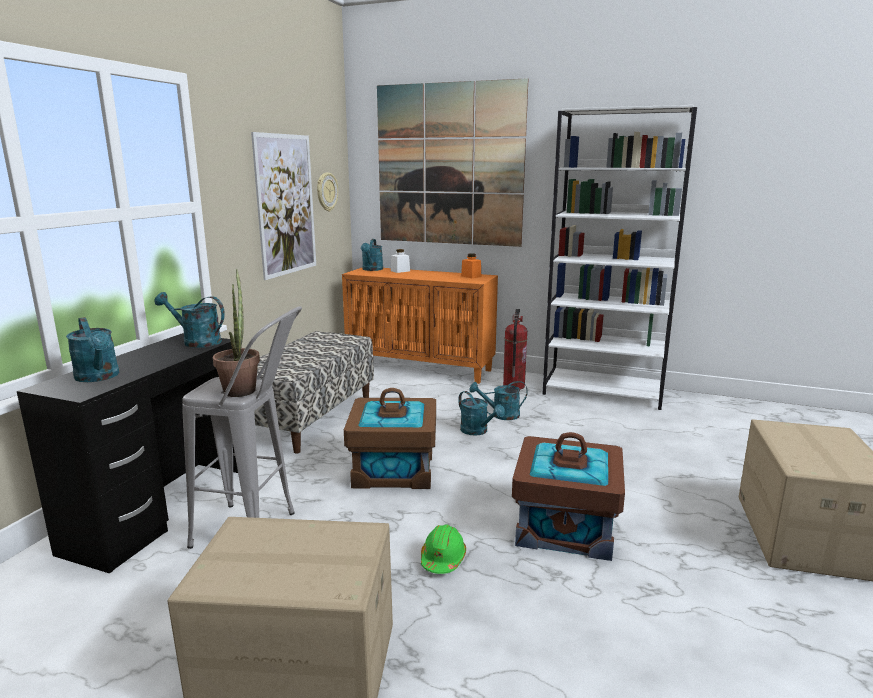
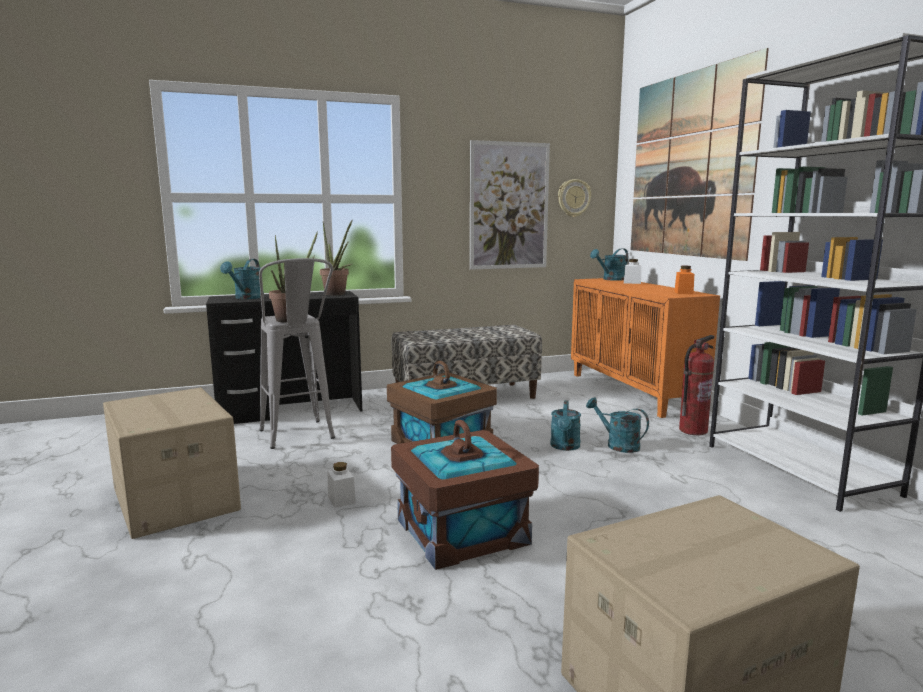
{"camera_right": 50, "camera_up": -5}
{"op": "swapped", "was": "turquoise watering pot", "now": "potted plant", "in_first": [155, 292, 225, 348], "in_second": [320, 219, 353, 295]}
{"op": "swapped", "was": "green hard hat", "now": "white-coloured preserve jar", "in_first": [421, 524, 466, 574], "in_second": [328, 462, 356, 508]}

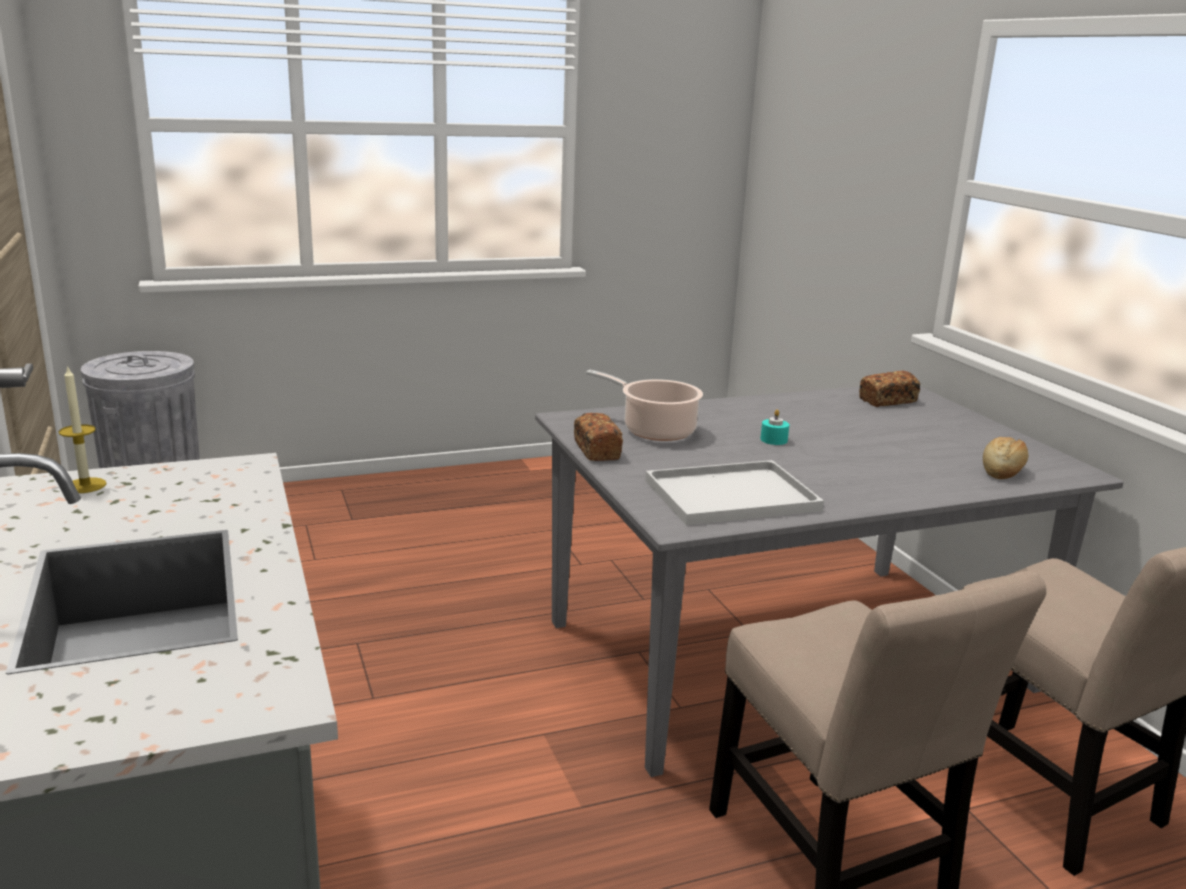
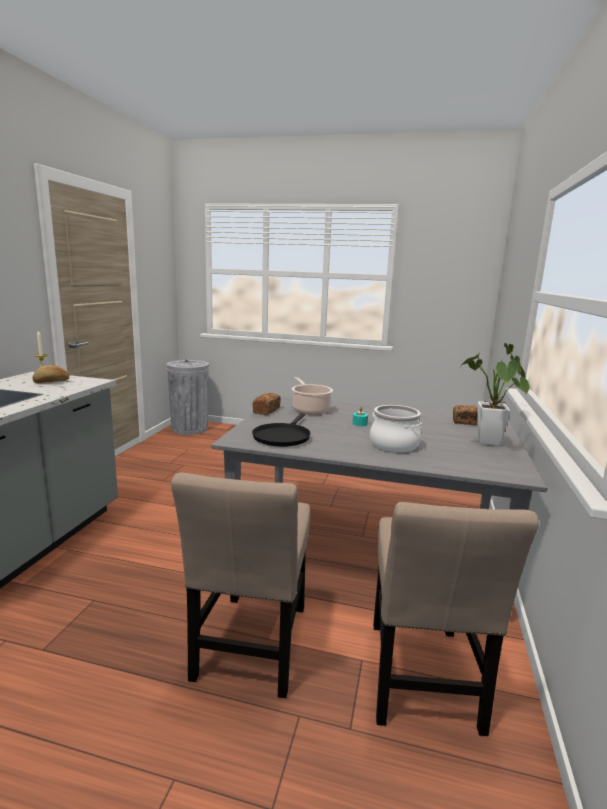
{"camera_right": 35, "camera_up": -5}
{"op": "shifted", "was": "bread", "in_first": [983, 437, 1028, 479], "in_second": [32, 365, 69, 383]}
{"op": "swapped", "was": "white-coloured carrying tray", "now": "blackish pan", "in_first": [645, 460, 824, 525], "in_second": [252, 413, 311, 447]}
{"op": "new", "now": "potted plant", "in_second": [460, 343, 530, 446]}
{"op": "new", "now": "saucepot", "in_second": [370, 405, 422, 452]}

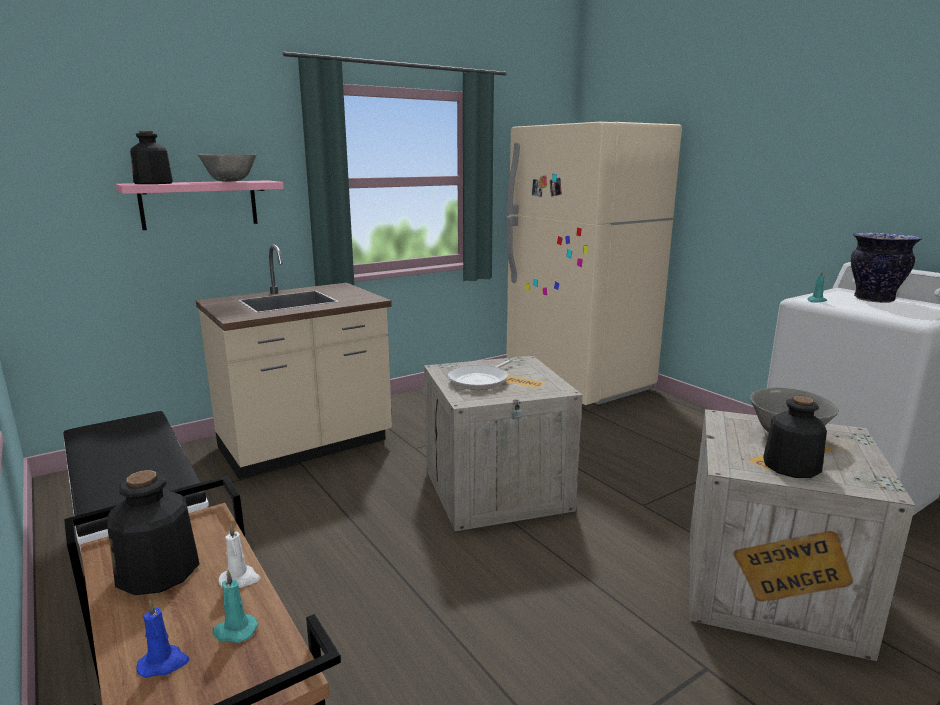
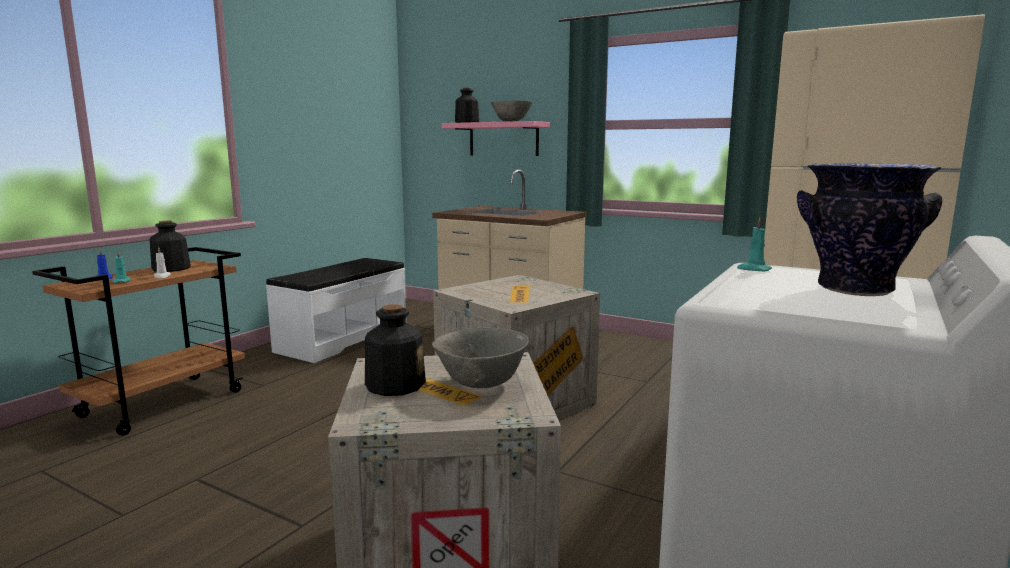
{"camera_right": 65, "camera_up": -5}
{"op": "gone", "was": "pan", "in_first": [448, 359, 512, 390]}

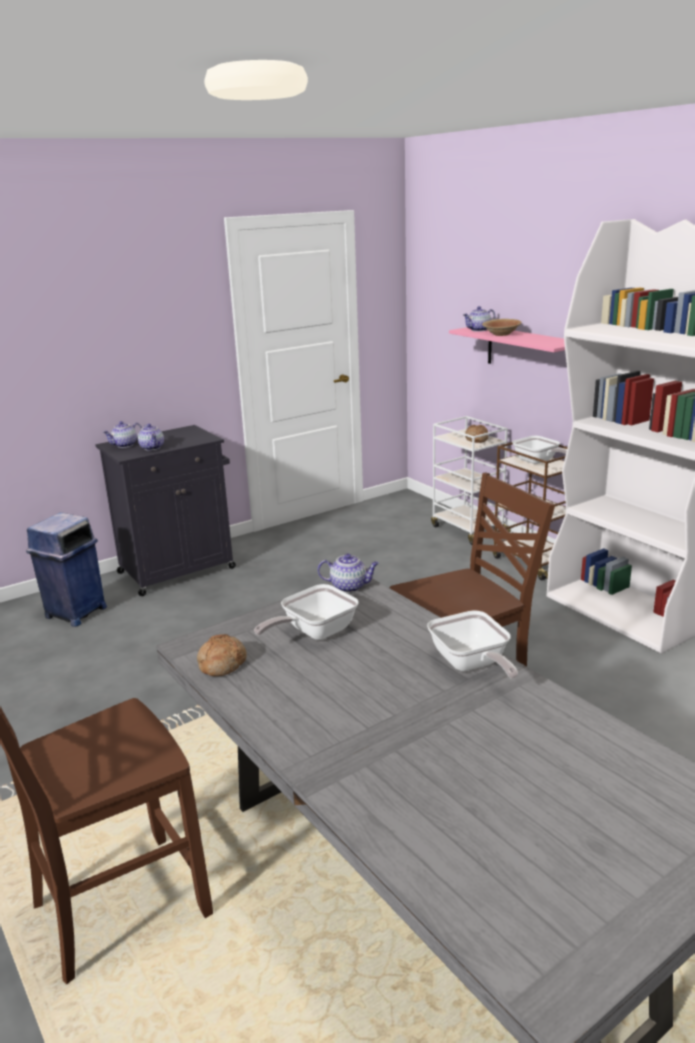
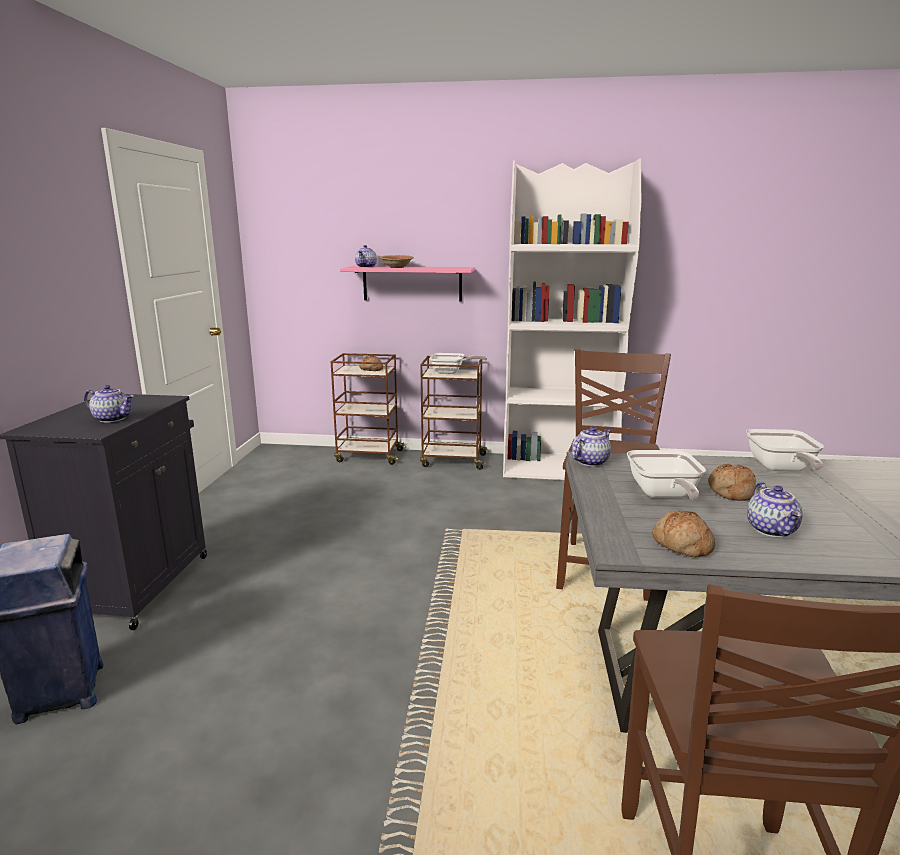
{"camera_right": -50, "camera_up": -5}
{"op": "repainted", "was": "white-coloured trolley", "now": "brownish trolley", "in_first": [431, 416, 511, 545], "in_second": [331, 353, 406, 465]}
{"op": "shifted", "was": "teapot", "in_first": [103, 421, 142, 448], "in_second": [747, 482, 803, 537]}
{"op": "rotated", "was": "pan", "in_first": [427, 610, 518, 679], "in_second": [746, 429, 824, 472], "clockwise": 75}
{"op": "new", "now": "bread", "in_second": [708, 464, 756, 501]}

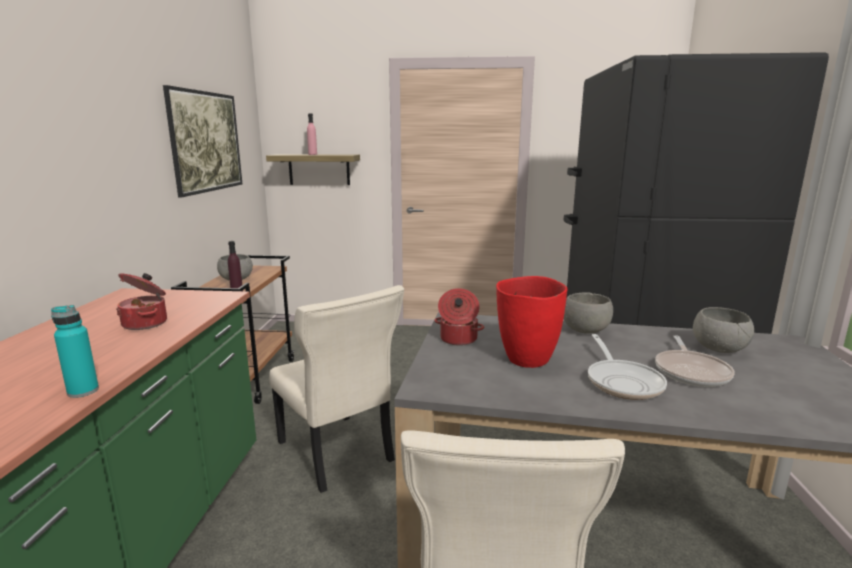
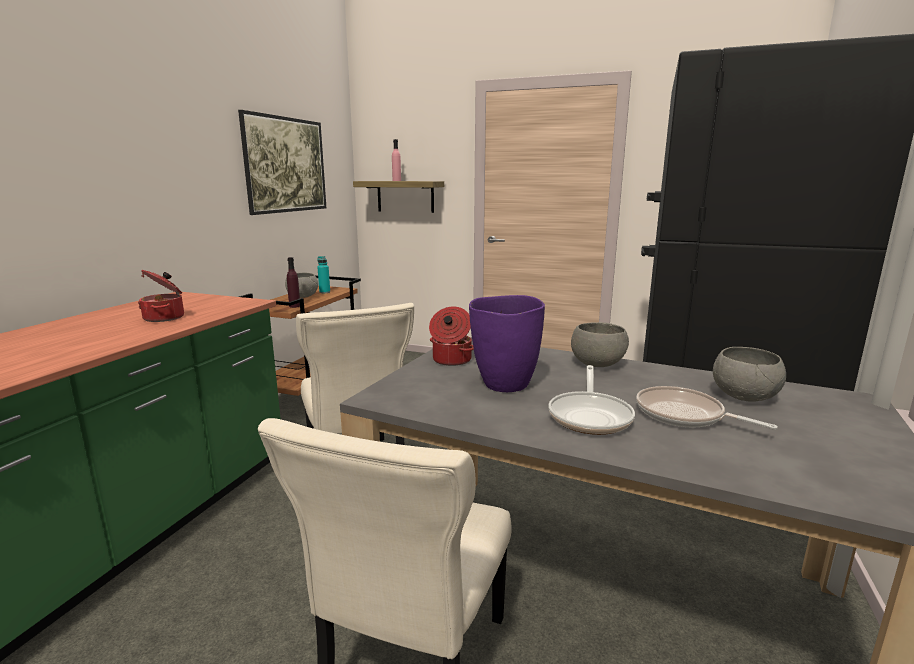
{"camera_right": 15, "camera_up": 0}
{"op": "repainted", "was": "red flower vase", "now": "purple flower vase", "in_first": [496, 276, 567, 368], "in_second": [469, 295, 545, 392]}
{"op": "shifted", "was": "turquoise drink bottle", "in_first": [51, 305, 99, 398], "in_second": [317, 256, 330, 293]}
{"op": "rotated", "was": "pan", "in_first": [655, 335, 734, 387], "in_second": [636, 386, 778, 430], "clockwise": 105}

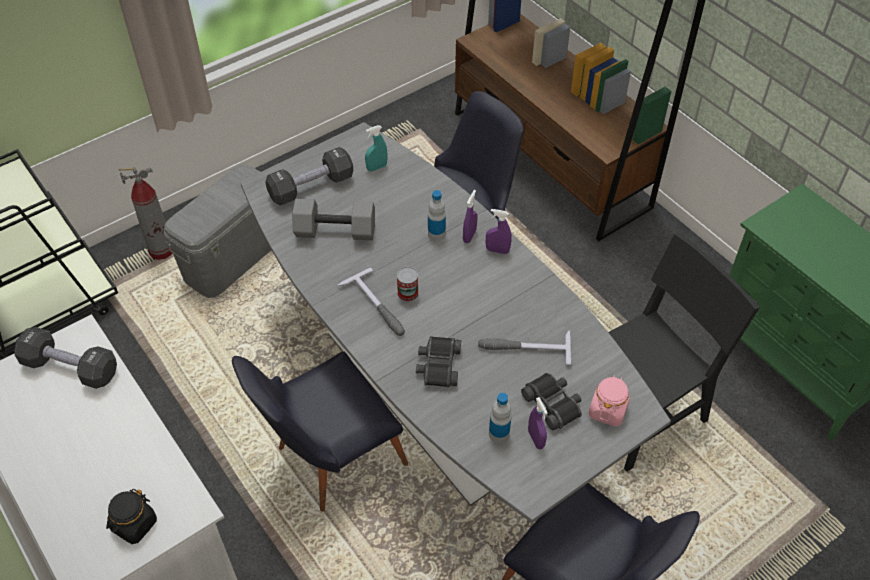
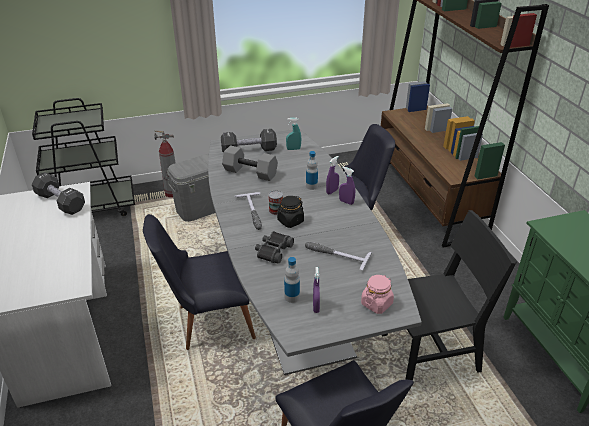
{"camera_right": 20, "camera_up": -15}
{"op": "gone", "was": "blackish binoculars", "in_first": [521, 373, 582, 431]}
{"op": "shifted", "was": "blackish preserve jar", "in_first": [106, 489, 157, 544], "in_second": [277, 196, 304, 228]}

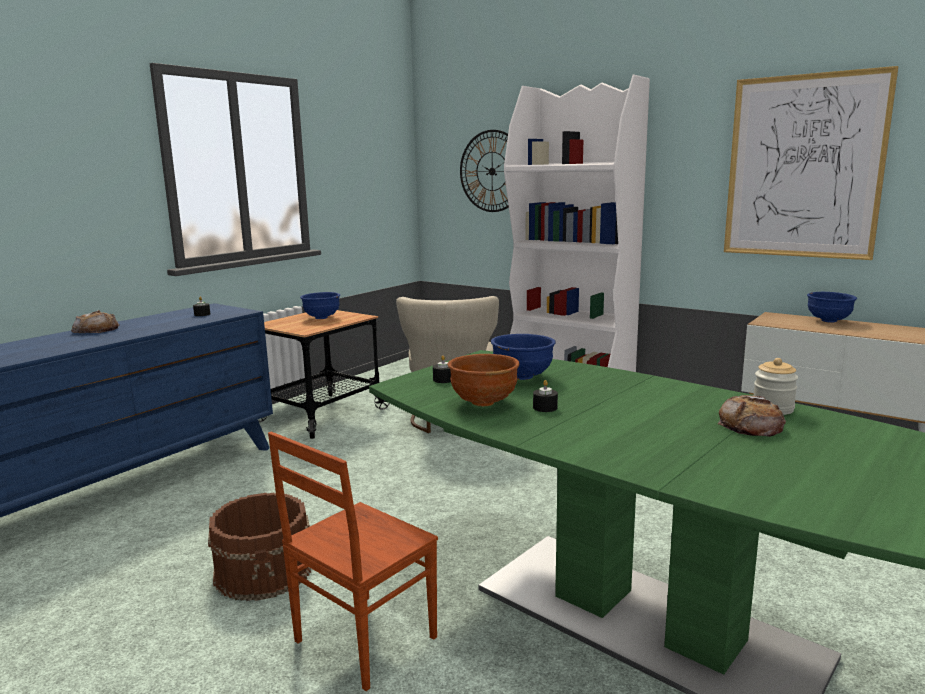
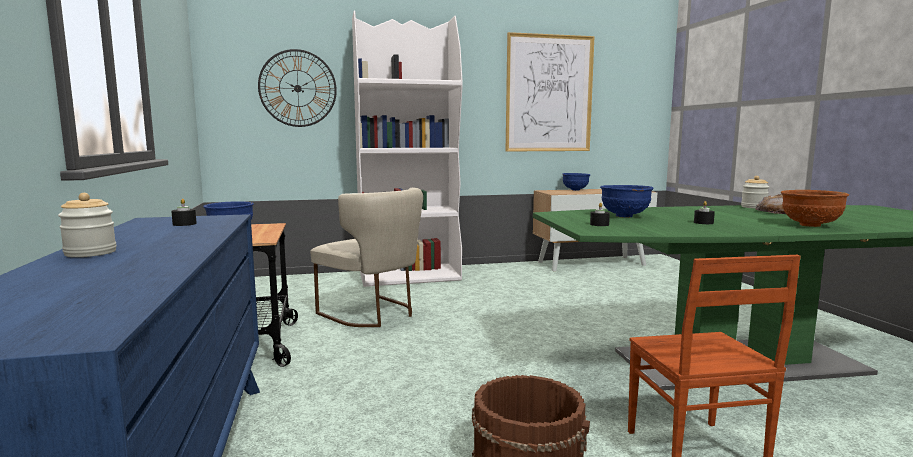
{"camera_right": -50, "camera_up": -5}
{"op": "swapped", "was": "bread", "now": "preserve jar", "in_first": [71, 310, 120, 333], "in_second": [58, 193, 117, 257]}
{"op": "shifted", "was": "brownish deep dish", "in_first": [447, 354, 519, 407], "in_second": [781, 190, 849, 227]}

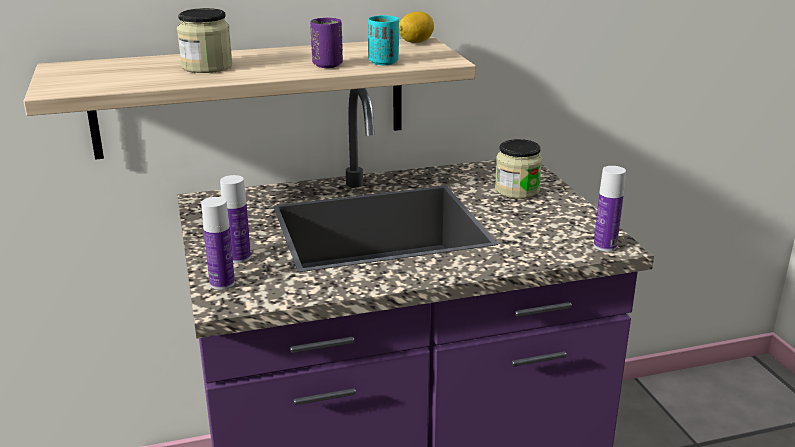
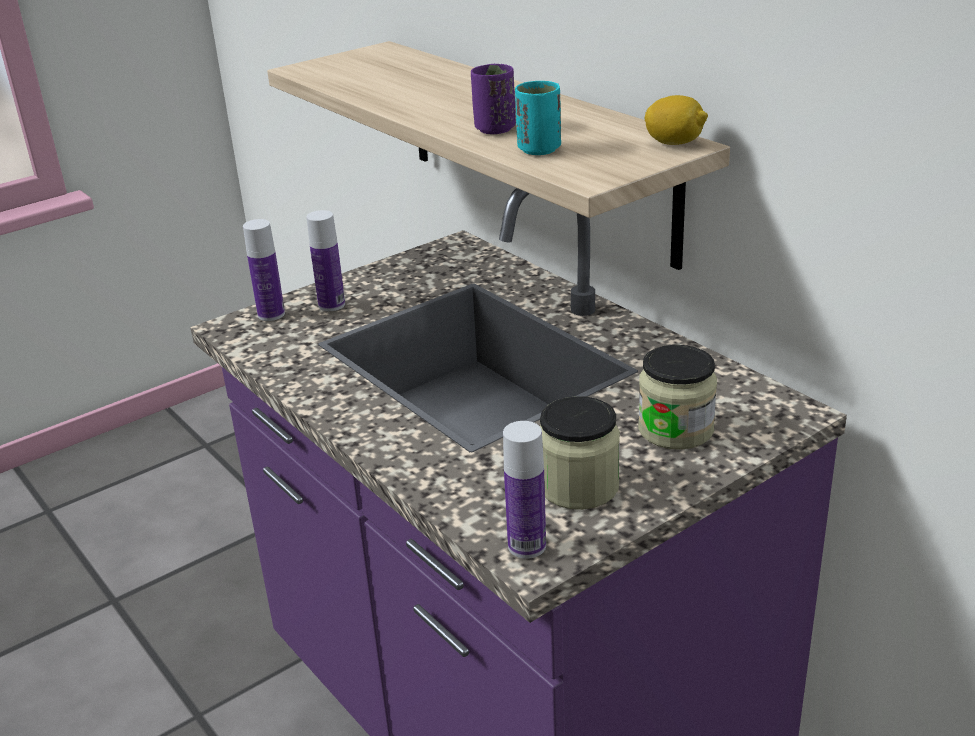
{"camera_right": 70, "camera_up": 5}
{"op": "shifted", "was": "preserve jar", "in_first": [177, 8, 233, 73], "in_second": [540, 396, 620, 510]}

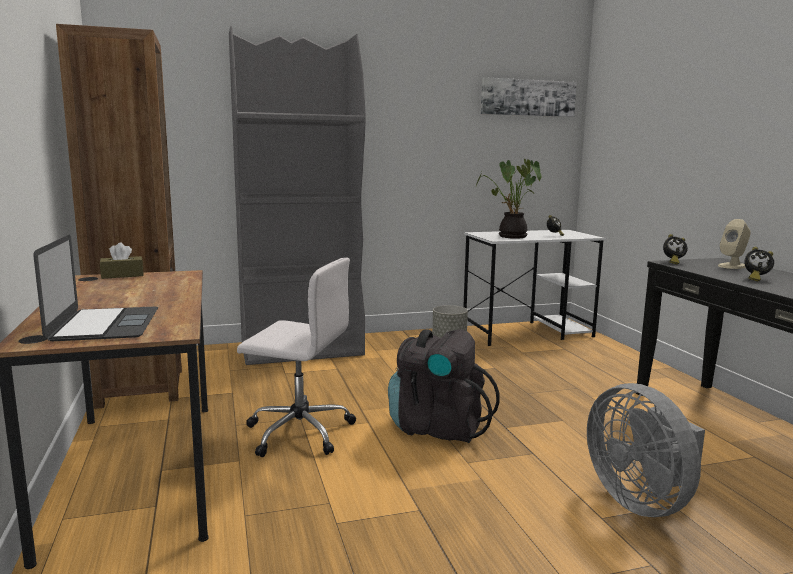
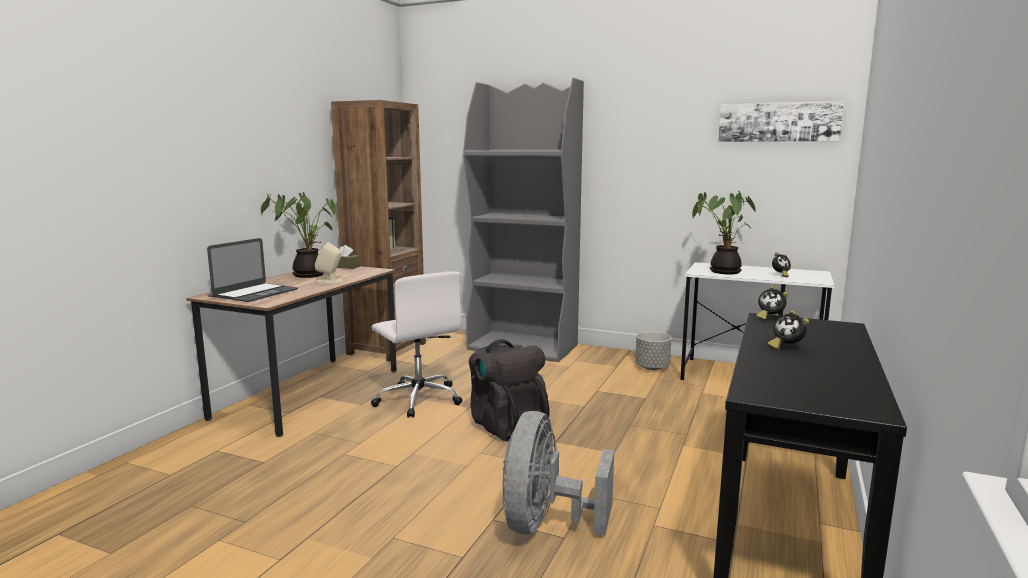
{"camera_right": 40, "camera_up": 0}
{"op": "shifted", "was": "beige speaker", "in_first": [718, 219, 751, 269], "in_second": [315, 242, 343, 283]}
{"op": "new", "now": "potted plant", "in_second": [261, 192, 336, 278]}

